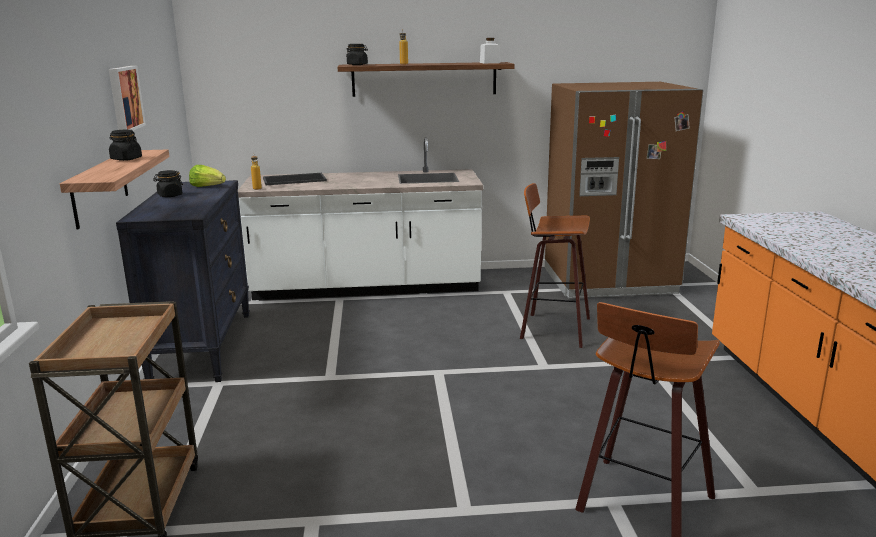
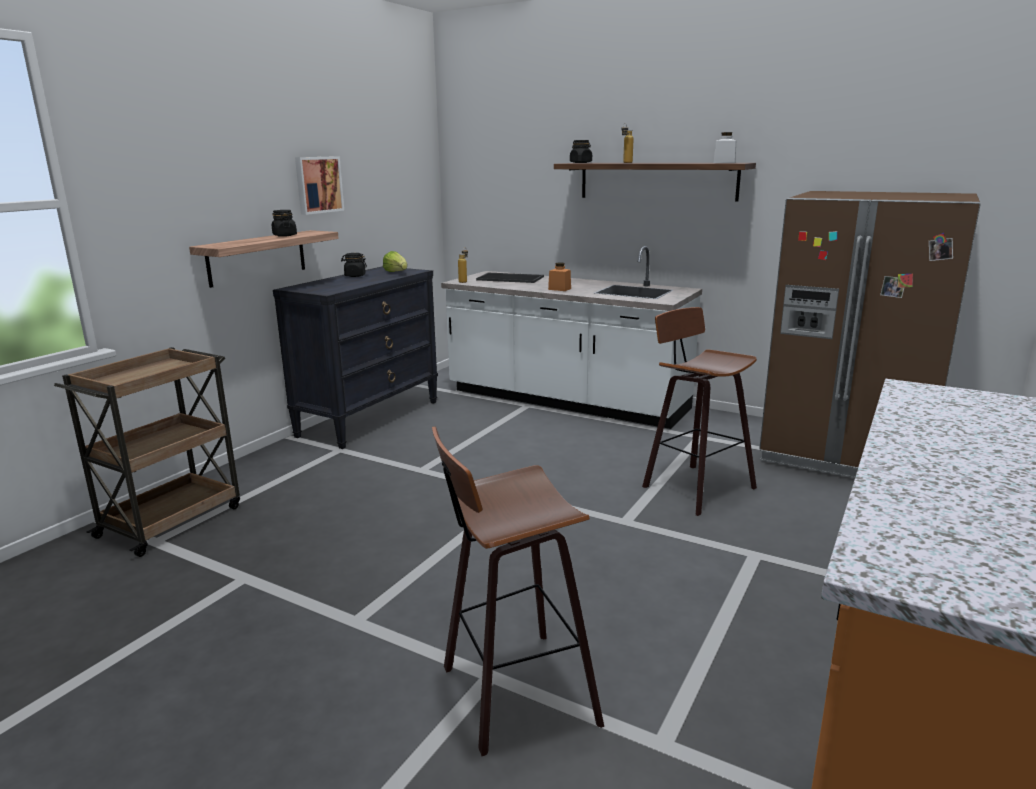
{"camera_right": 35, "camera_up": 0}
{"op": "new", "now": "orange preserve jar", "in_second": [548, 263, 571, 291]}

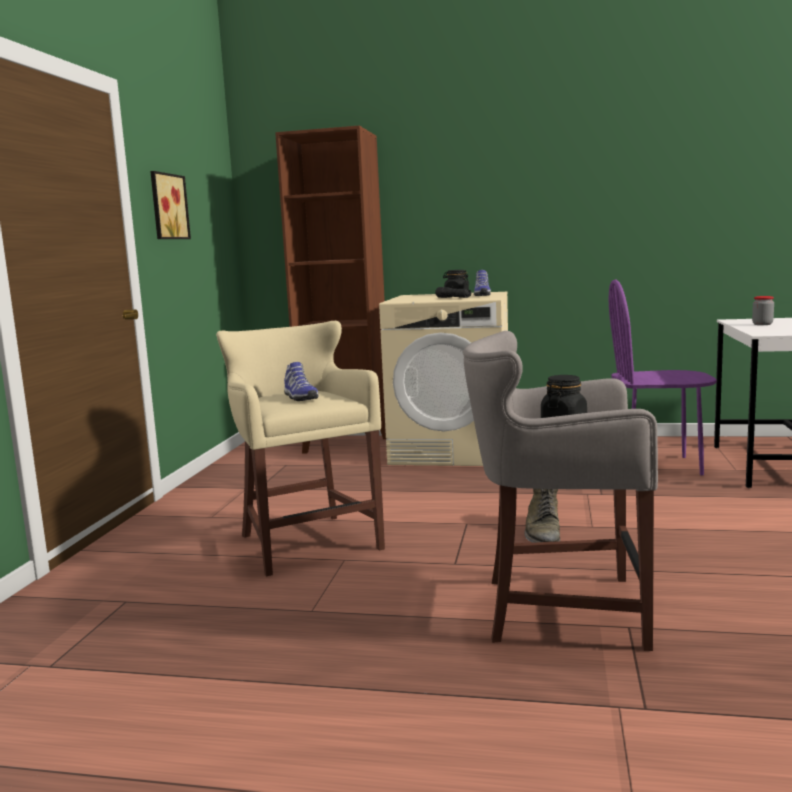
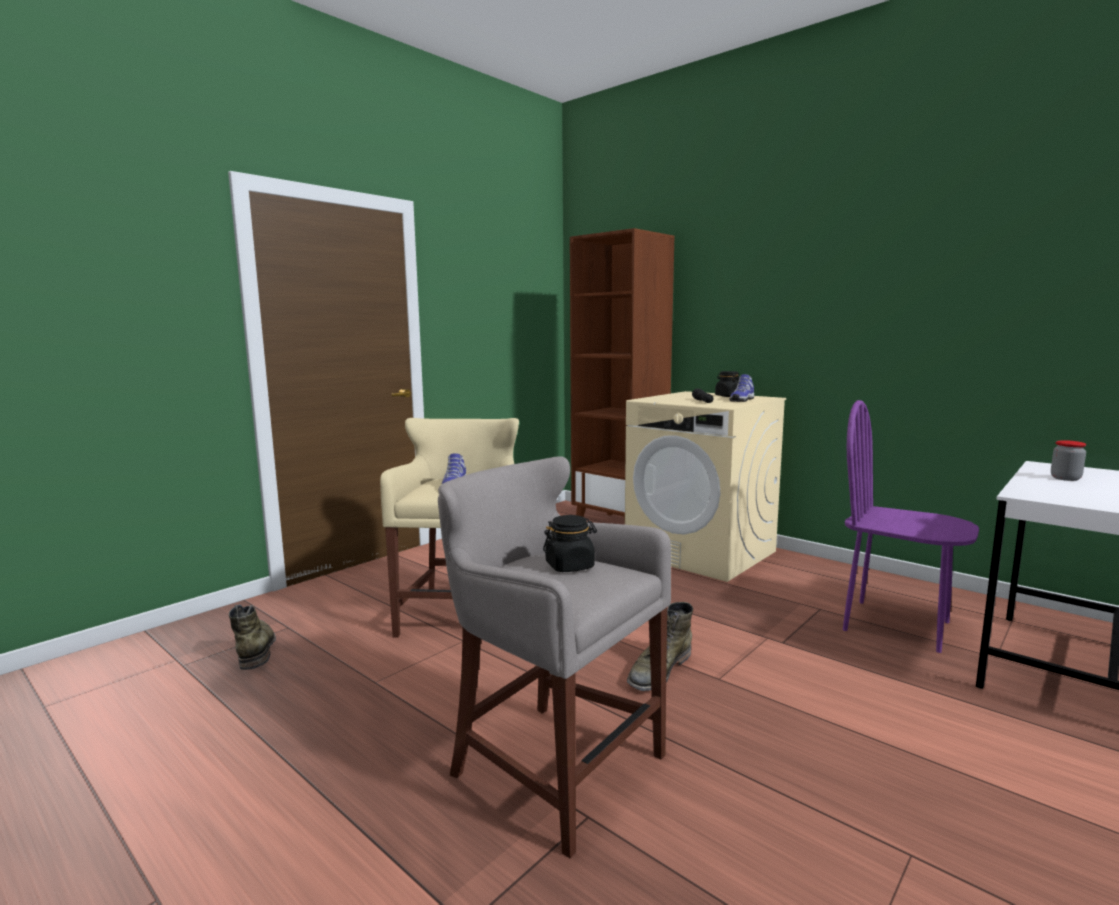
{"camera_right": 30, "camera_up": 0}
{"op": "gone", "was": "picture", "in_first": [150, 171, 191, 239]}
{"op": "new", "now": "green high-top boot", "in_second": [229, 605, 276, 670]}

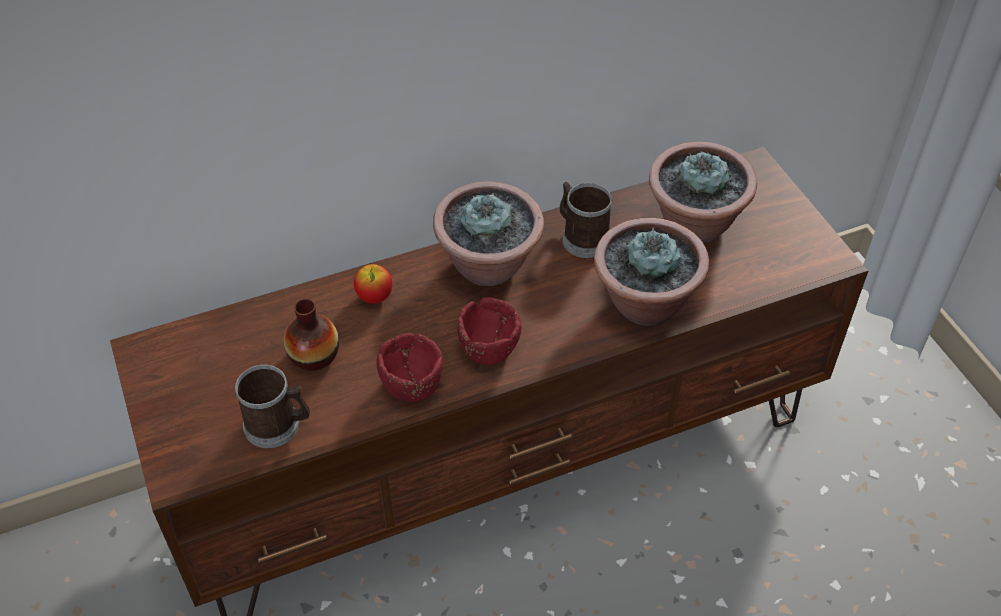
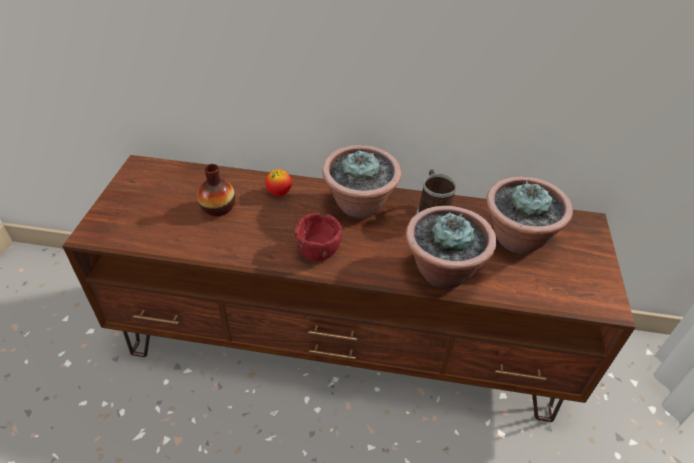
{"camera_right": 30, "camera_up": -5}
{"op": "gone", "was": "red deep dish", "in_first": [376, 333, 443, 402]}
{"op": "gone", "was": "mug", "in_first": [235, 365, 310, 448]}

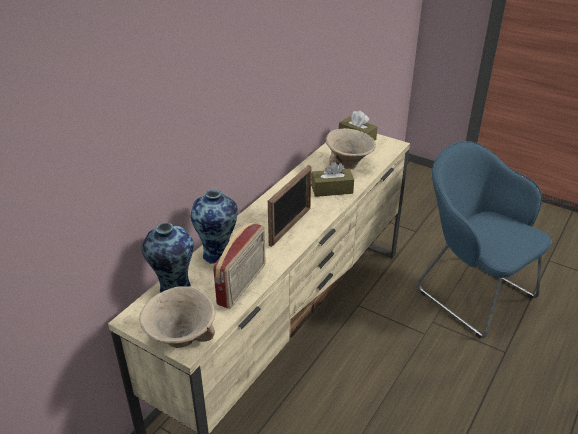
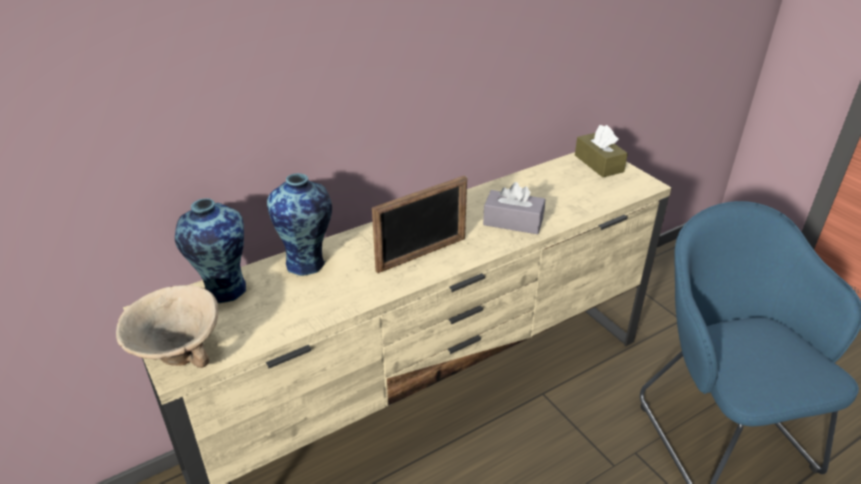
{"camera_right": 25, "camera_up": 0}
{"op": "gone", "was": "beige deep dish", "in_first": [326, 128, 376, 169]}
{"op": "repainted", "was": "brownish tissue holder", "now": "gray tissue holder", "in_first": [311, 162, 354, 197], "in_second": [483, 182, 545, 234]}
{"op": "gone", "was": "radio receiver", "in_first": [213, 222, 266, 309]}

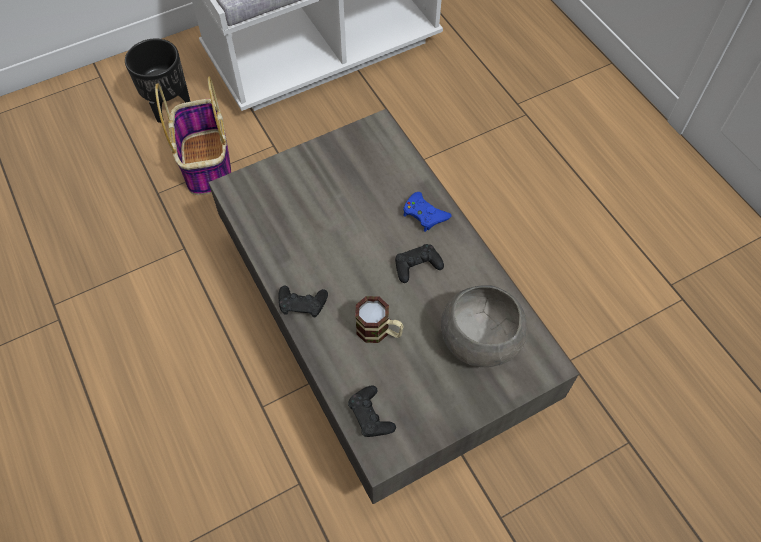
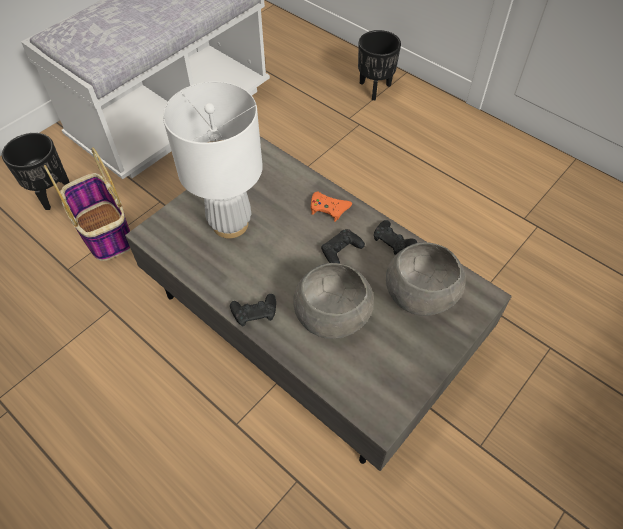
{"camera_right": -20, "camera_up": -5}
{"op": "repainted", "was": "blue-coloured joypad", "now": "orange joypad", "in_first": [403, 192, 452, 232], "in_second": [311, 191, 352, 222]}
{"op": "swapped", "was": "mug", "now": "gray deep dish", "in_first": [355, 296, 404, 343], "in_second": [293, 263, 374, 339]}
{"op": "shifted", "was": "blackish joypad", "in_first": [348, 386, 396, 437], "in_second": [374, 220, 417, 255]}
{"op": "new", "now": "blackish planter", "in_second": [358, 30, 401, 100]}
{"op": "new", "now": "white-coloured lamp for a table", "in_second": [163, 82, 263, 238]}

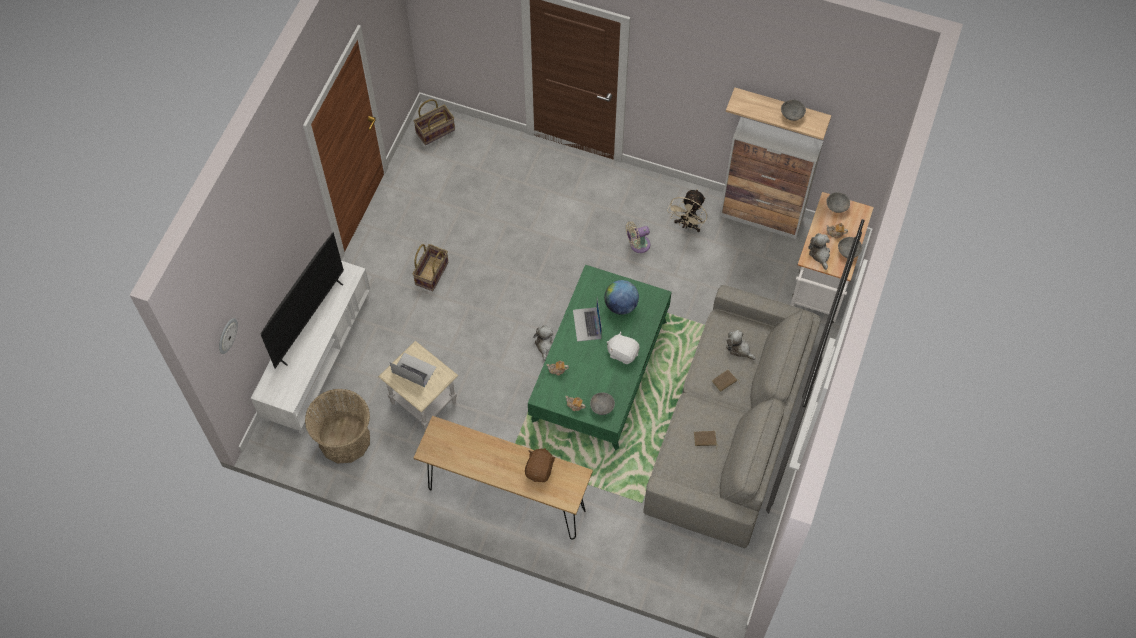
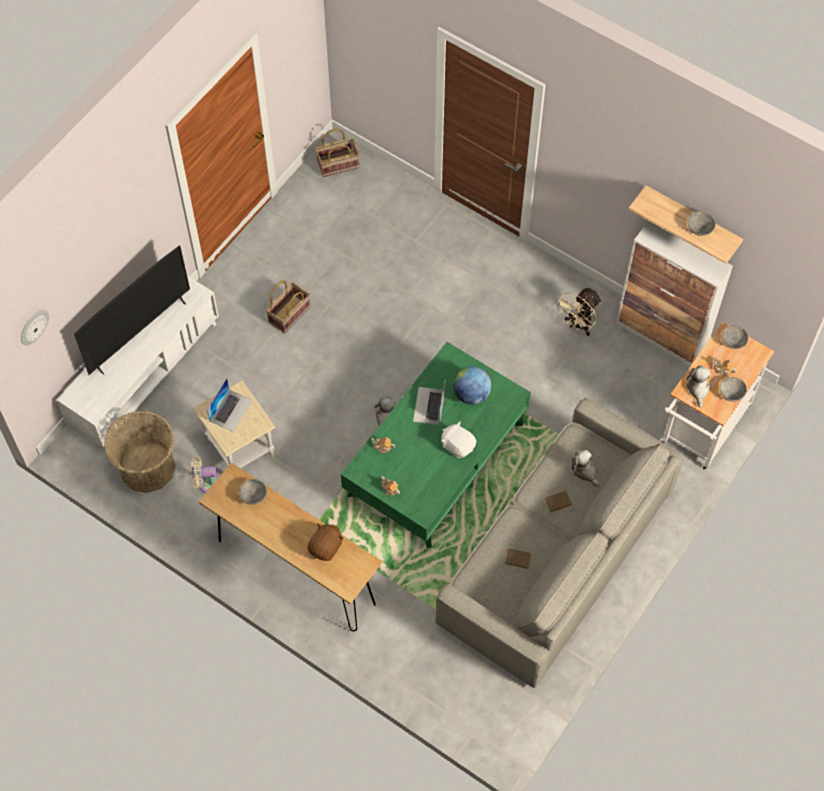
{"camera_right": 15, "camera_up": 0}
{"op": "shifted", "was": "beige electric fan", "in_first": [626, 221, 650, 253], "in_second": [191, 457, 220, 493]}
{"op": "rotated", "was": "portable computer", "in_first": [390, 353, 436, 387], "in_second": [207, 378, 253, 432], "clockwise": 75}
{"op": "shifted", "was": "gray deep dish", "in_first": [590, 392, 615, 415], "in_second": [239, 479, 267, 505]}

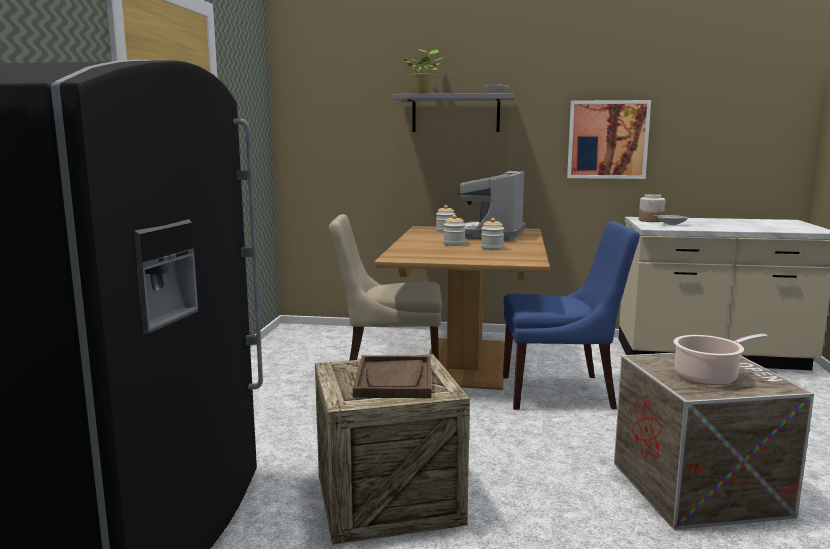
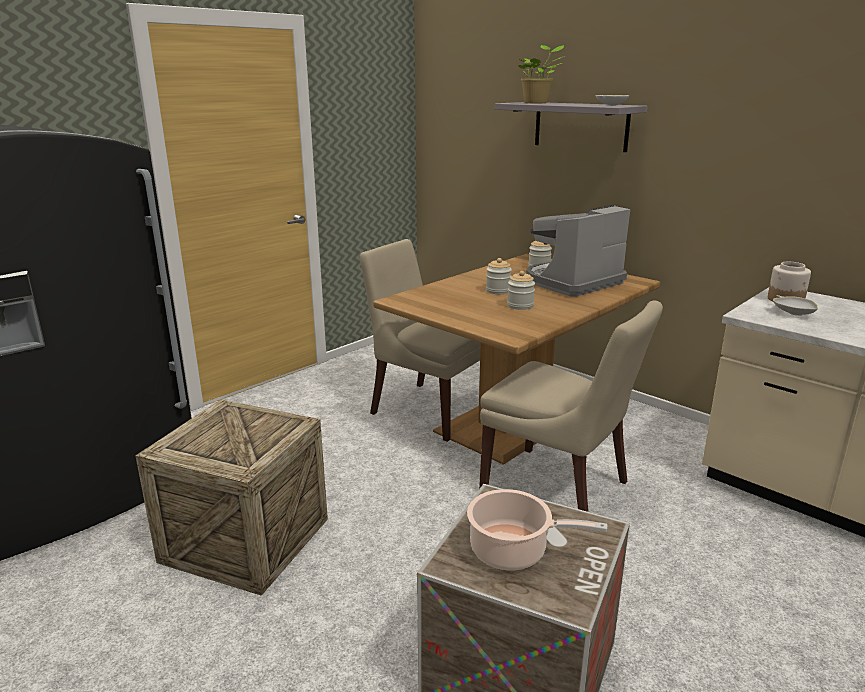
{"camera_right": 35, "camera_up": 10}
{"op": "gone", "was": "picture", "in_first": [567, 100, 651, 179]}
{"op": "repainted", "was": "blue-coloured upright chair", "now": "beige upright chair", "in_first": [503, 221, 640, 410], "in_second": [479, 300, 663, 512]}
{"op": "gone", "was": "brownish carrying tray", "in_first": [353, 355, 432, 398]}

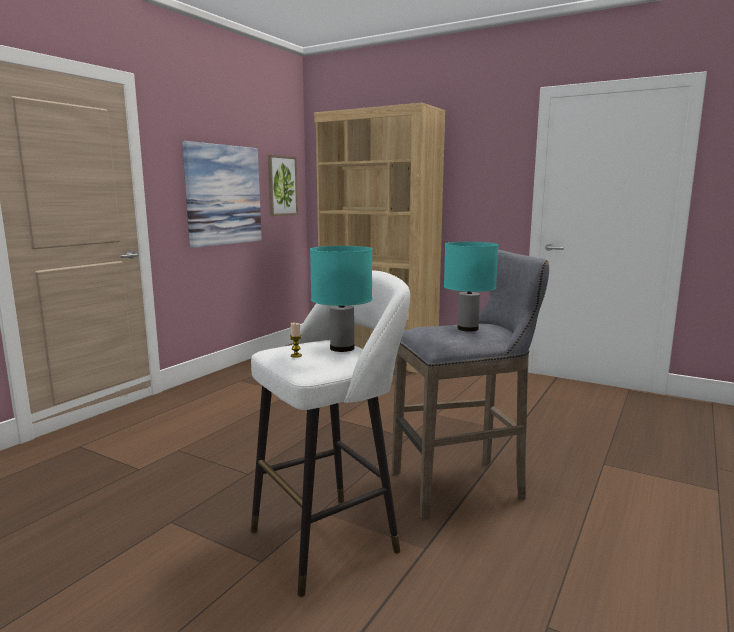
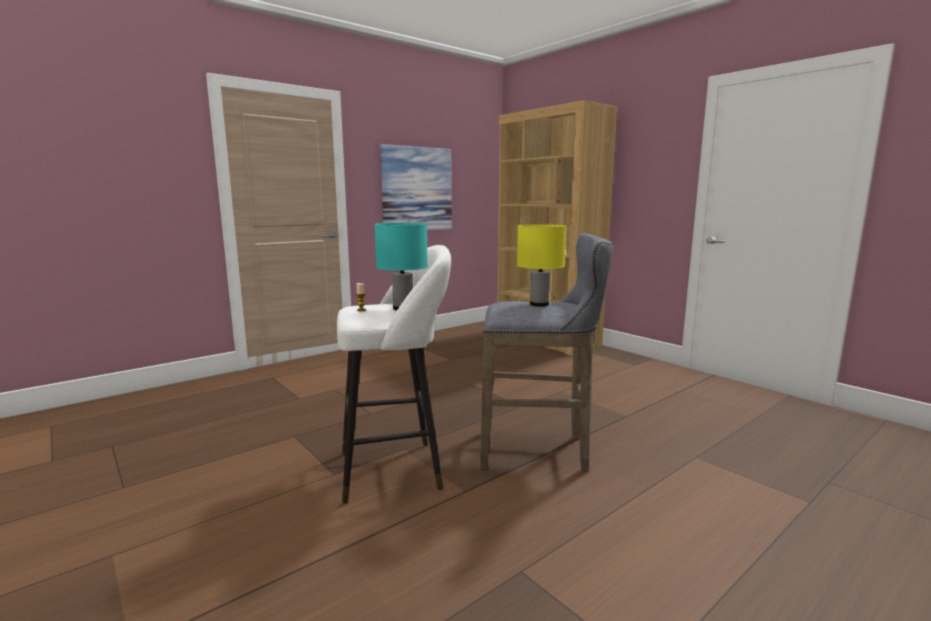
{"camera_right": 20, "camera_up": 0}
{"op": "gone", "was": "picture", "in_first": [268, 155, 298, 216]}
{"op": "repainted", "was": "turquoise lamp for a table", "now": "yellow-coloured lamp for a table", "in_first": [444, 242, 499, 331], "in_second": [517, 224, 567, 307]}

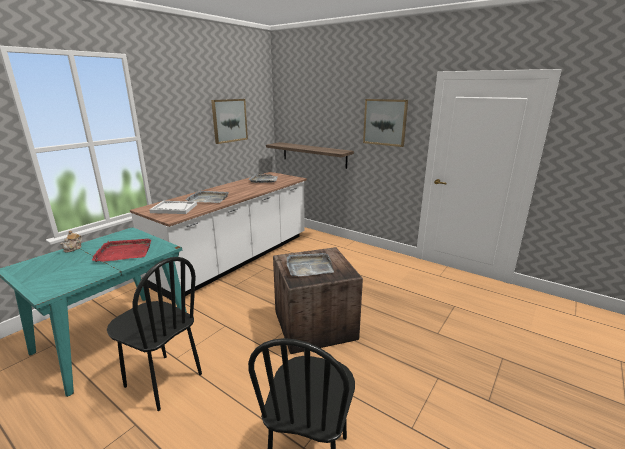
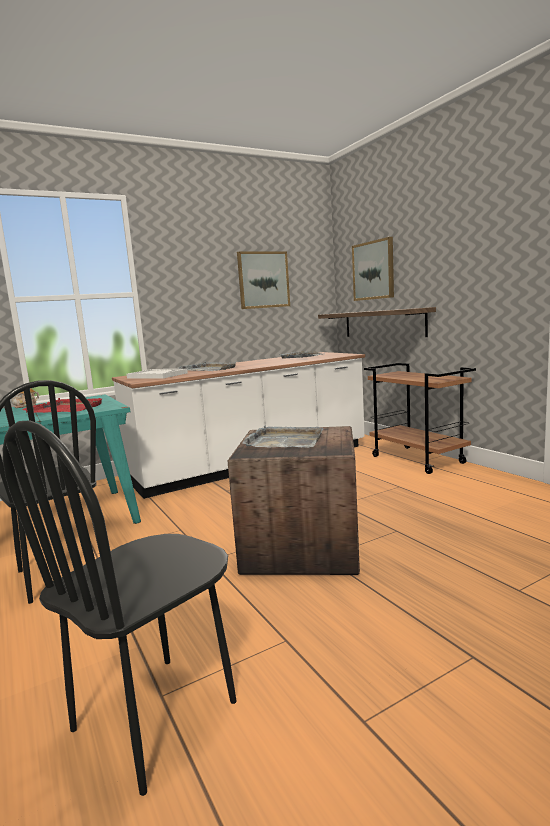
{"camera_right": 25, "camera_up": -10}
{"op": "shifted", "was": "picture", "in_first": [363, 99, 408, 147], "in_second": [352, 237, 394, 301]}
{"op": "new", "now": "brownish trolley", "in_second": [364, 363, 476, 474]}

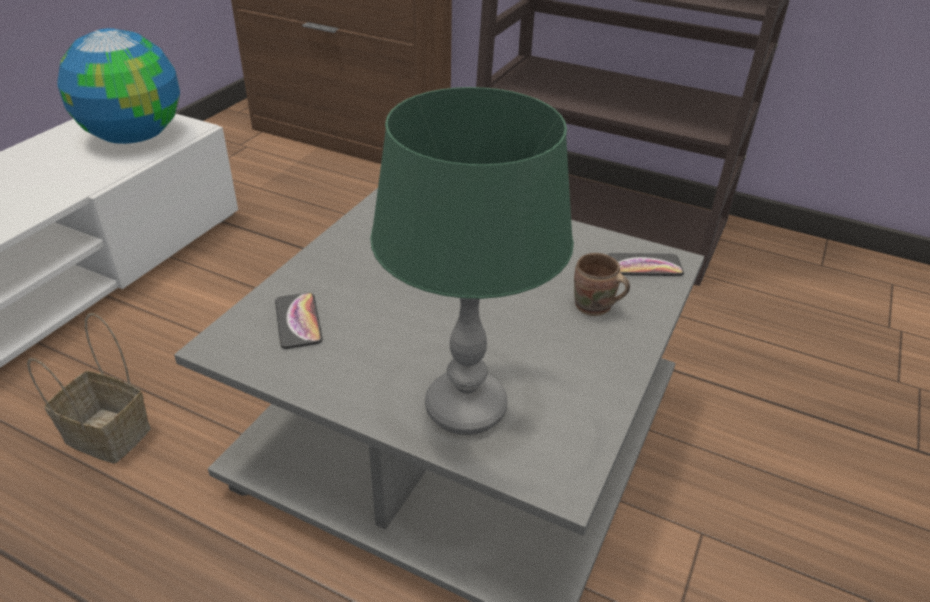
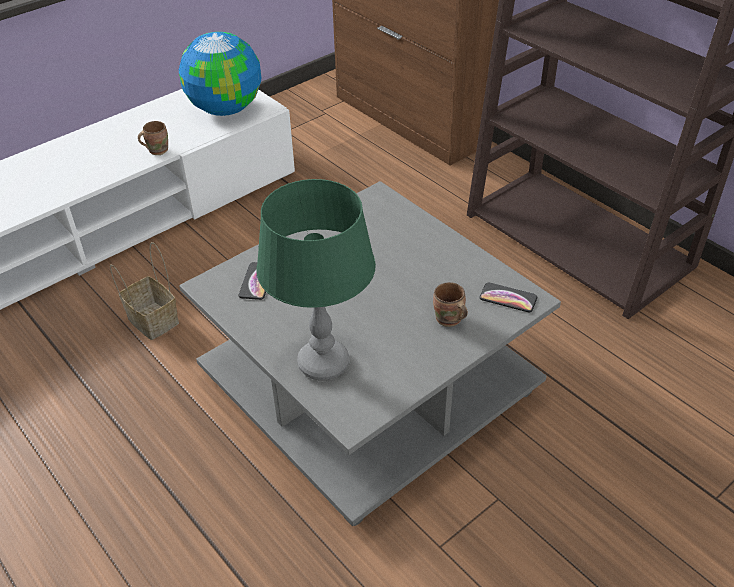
{"camera_right": 25, "camera_up": 5}
{"op": "new", "now": "brownish mug", "in_second": [138, 121, 168, 155]}

